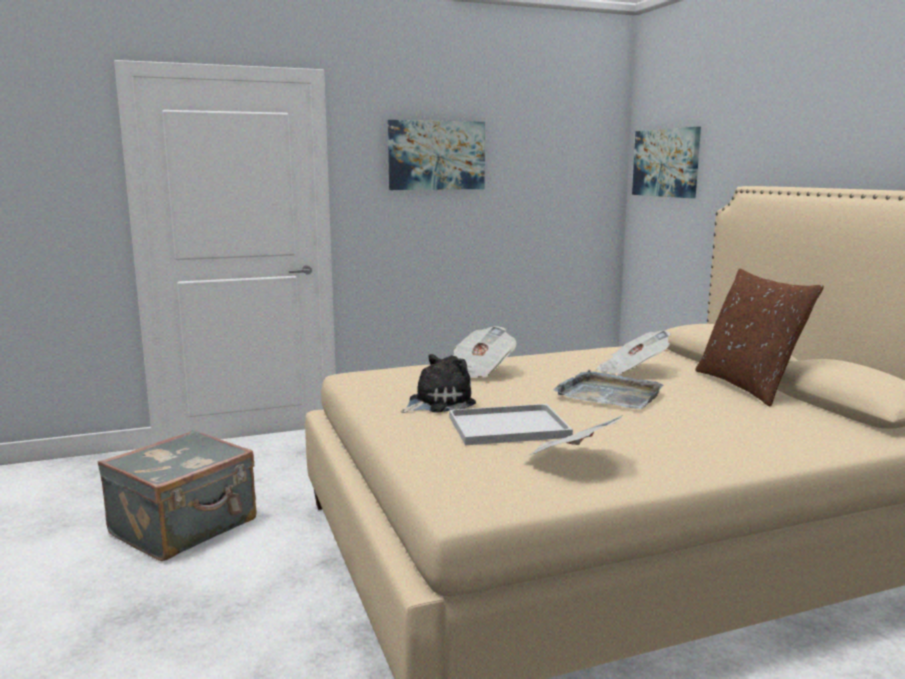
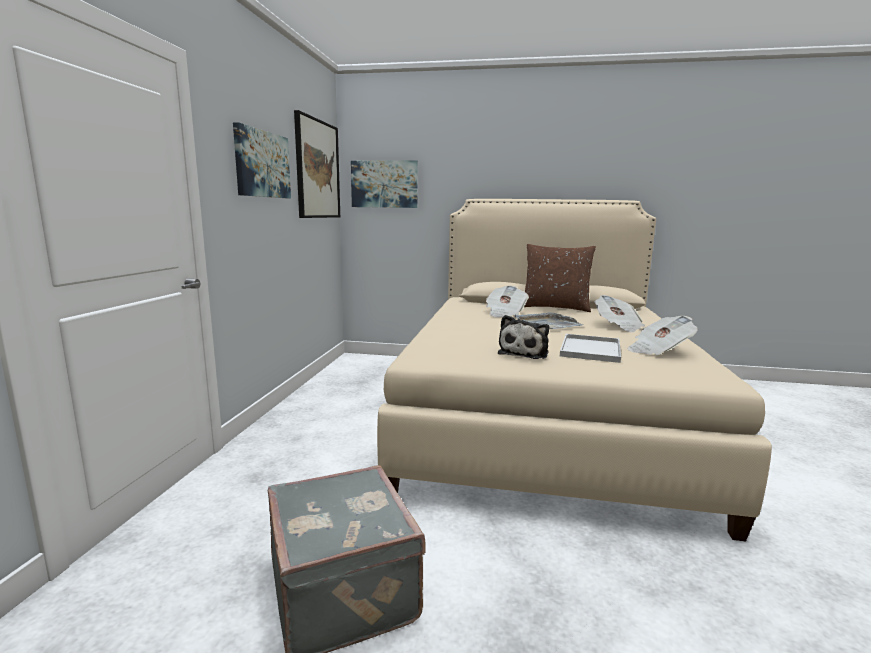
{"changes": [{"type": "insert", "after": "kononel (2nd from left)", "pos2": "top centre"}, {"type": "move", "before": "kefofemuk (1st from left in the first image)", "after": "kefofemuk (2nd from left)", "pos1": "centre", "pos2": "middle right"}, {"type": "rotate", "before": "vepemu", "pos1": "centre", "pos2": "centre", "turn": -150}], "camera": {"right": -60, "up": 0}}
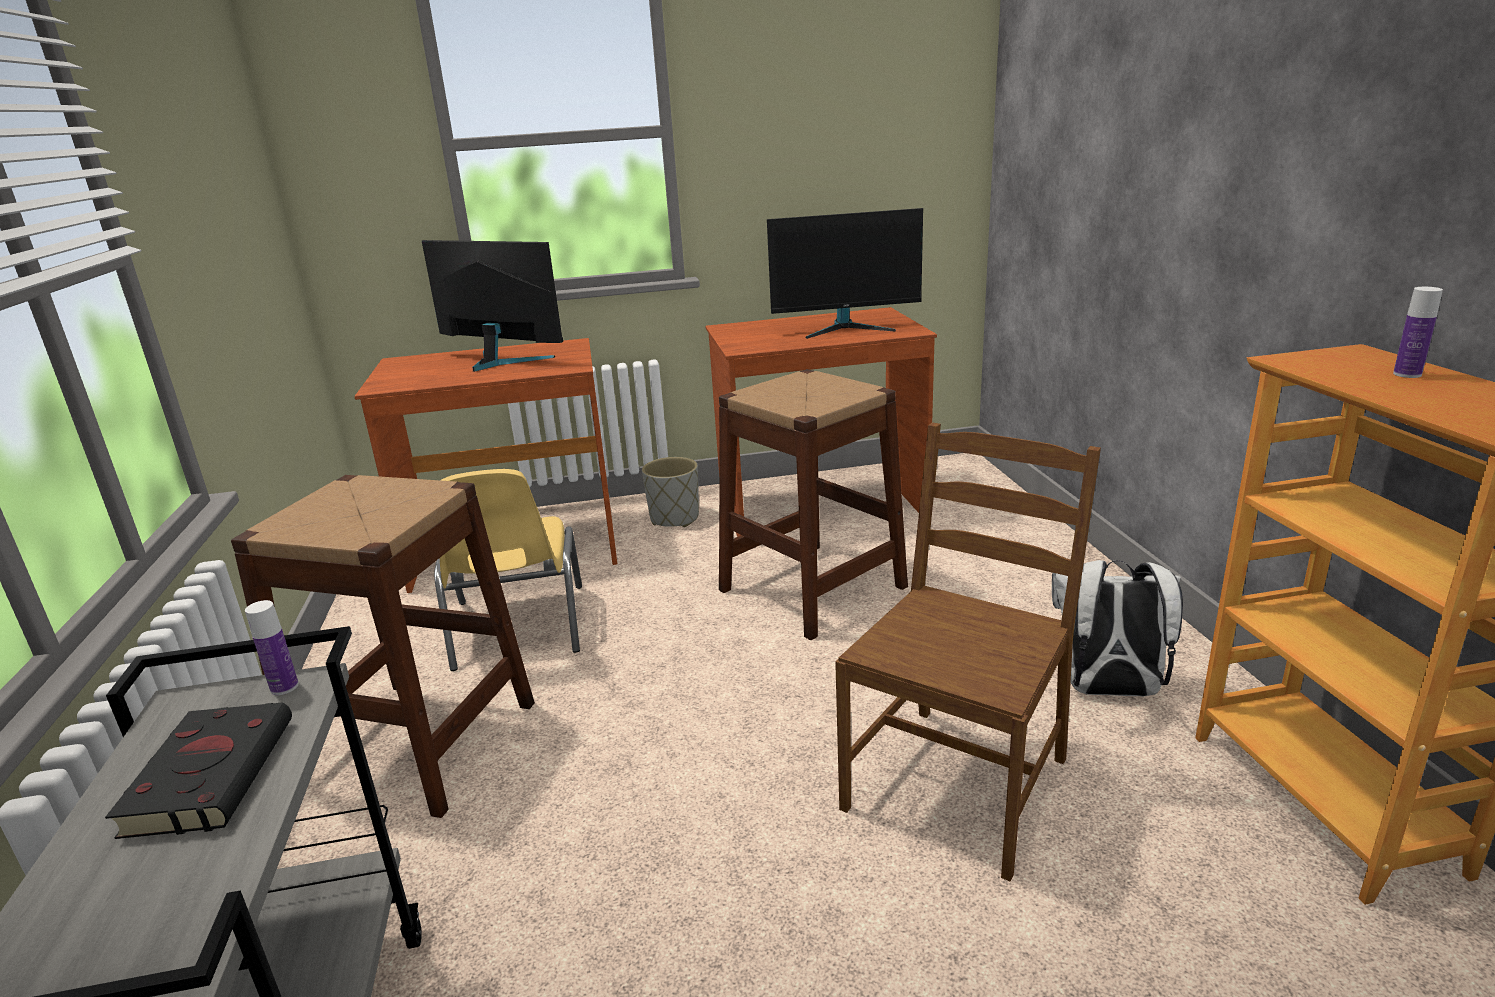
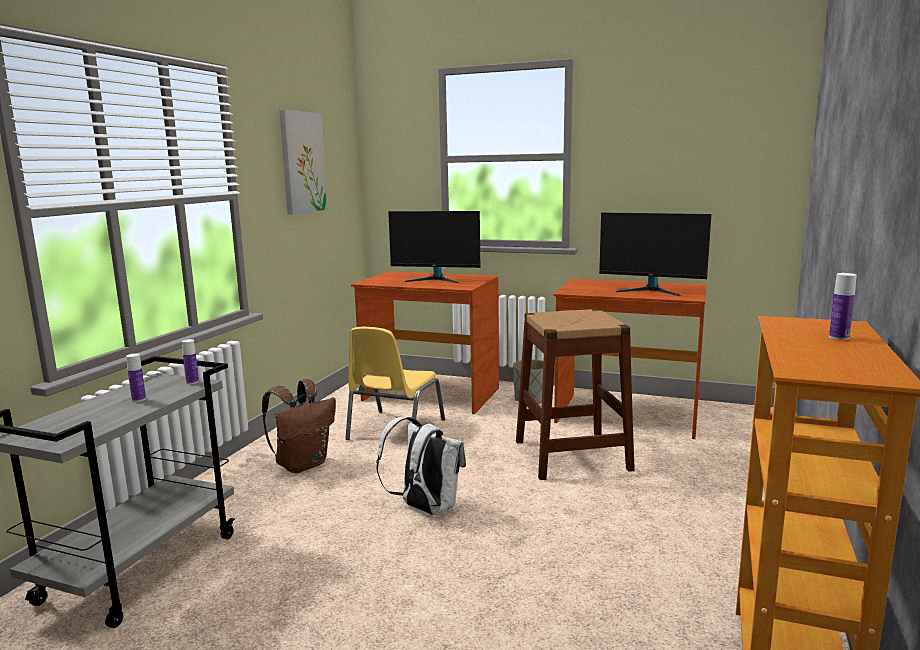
{"changes": [{"type": "delete", "before": "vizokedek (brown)", "pos1": "centre"}, {"type": "insert", "after": "kononel", "pos2": "top left"}, {"type": "move", "before": "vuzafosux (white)", "pos1": "middle right", "pos2": "bottom centre"}, {"type": "replace", "before": "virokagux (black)", "after": "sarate (1st from left)", "pos1": "bottom left", "pos2": "middle left"}, {"type": "replace", "before": "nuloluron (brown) (1st from left)", "after": "vuzafosux (brown)", "pos1": "middle left", "pos2": "middle left"}, {"type": "rotate", "before": "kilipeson (1st from left)", "pos1": "top left", "pos2": "centre", "turn": 135}], "camera": {"right": 30, "up": -10}}
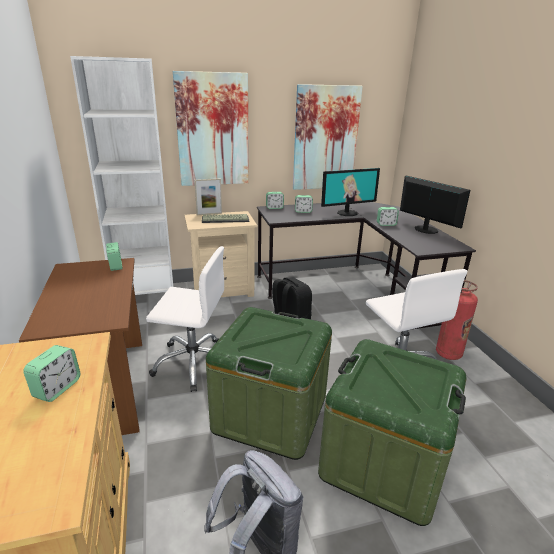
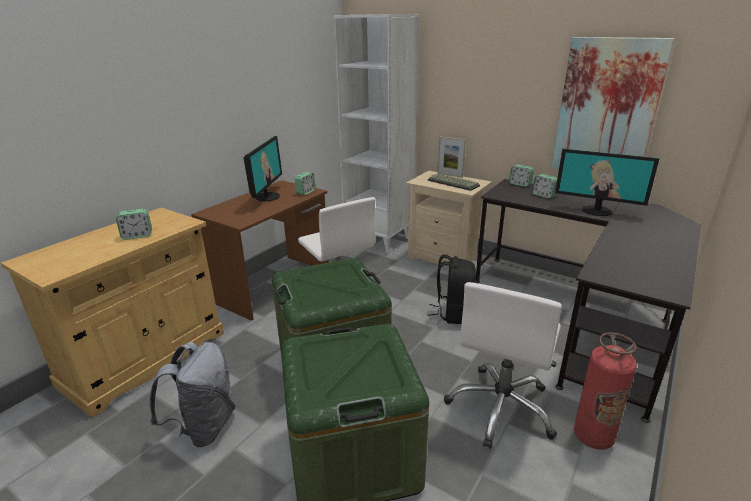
{"changes": [{"type": "delete", "before": "kononel (1st from left)", "pos1": "top centre"}, {"type": "delete", "before": "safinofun (5th from left)", "pos1": "middle right"}, {"type": "move", "before": "kilipeson (2nd from left in the first image)", "after": "kilipeson (1st from left)", "pos1": "middle right", "pos2": "centre"}], "camera": {"right": 50, "up": 0}}
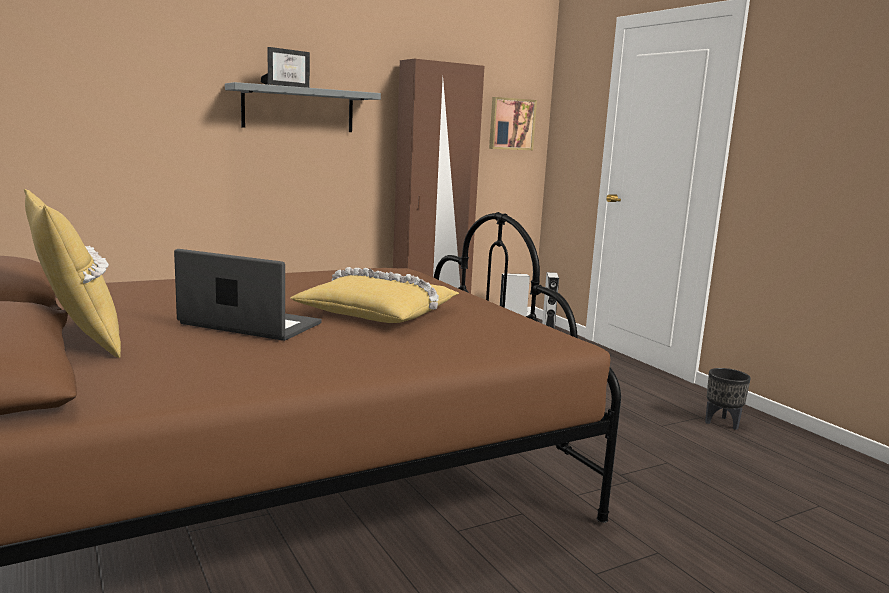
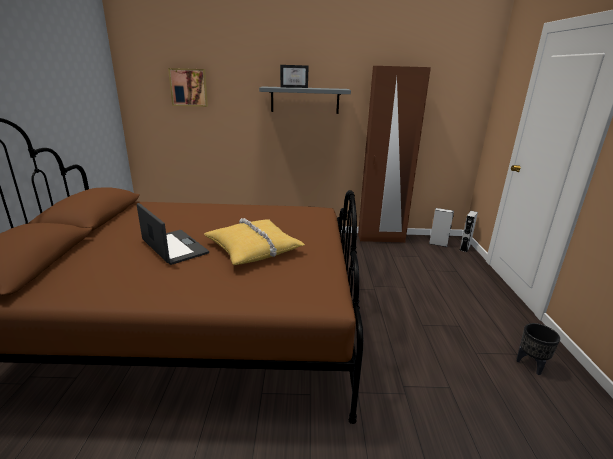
{"changes": [{"type": "delete", "before": "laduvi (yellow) (1st from left)", "pos1": "middle left"}, {"type": "move", "before": "kononel", "pos1": "top centre", "pos2": "top left"}], "camera": {"right": 30, "up": 10}}
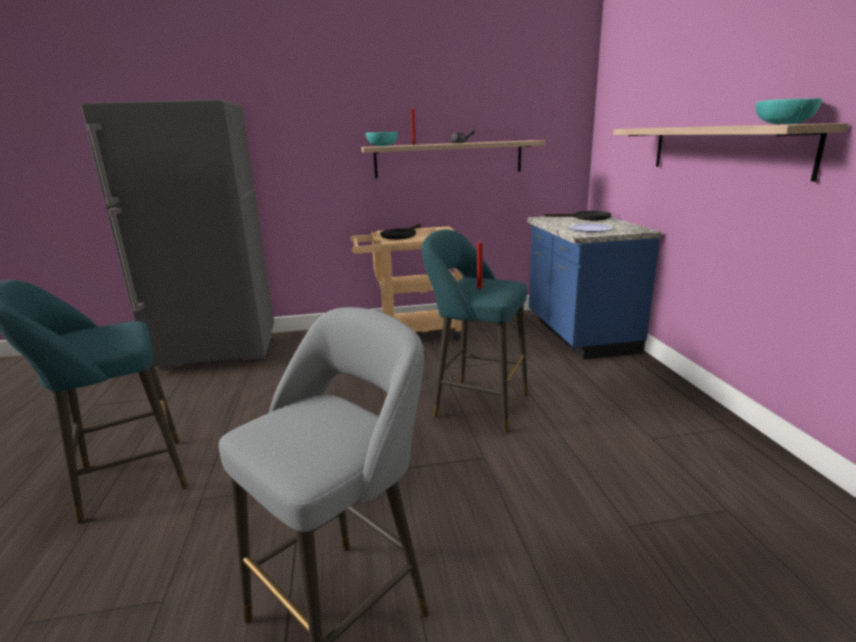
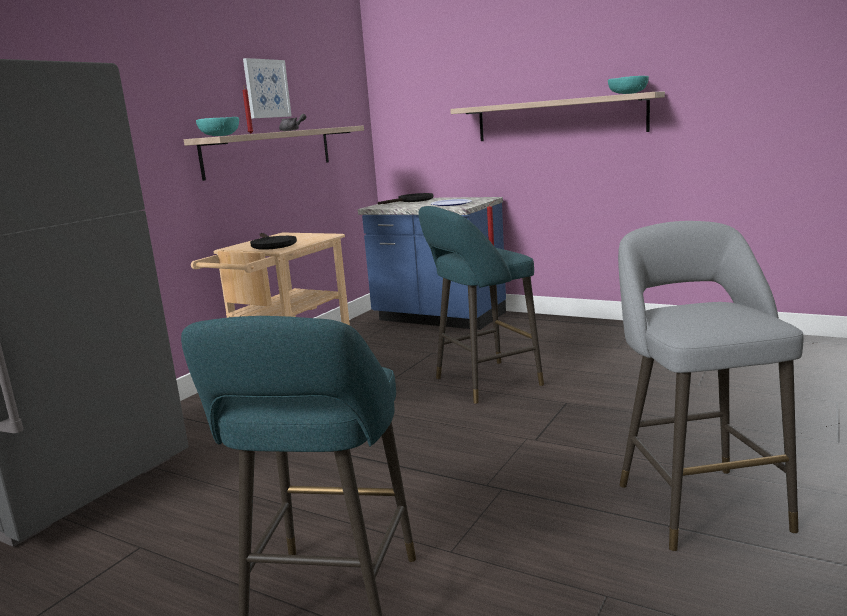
{"changes": [{"type": "insert", "after": "kononel", "pos2": "top left"}], "camera": {"right": -50, "up": -5}}
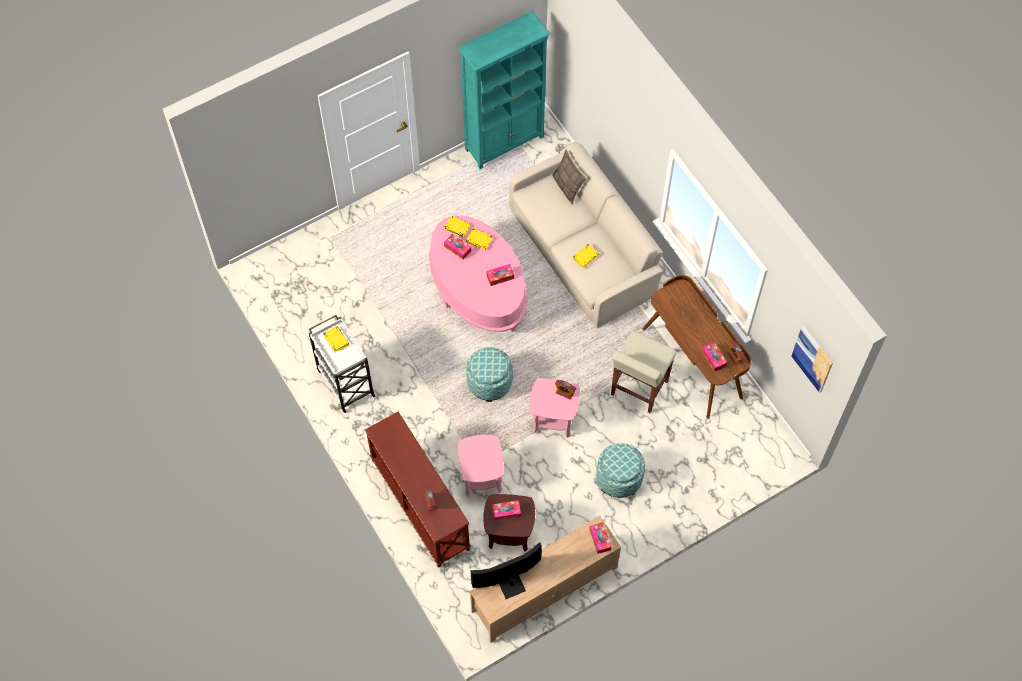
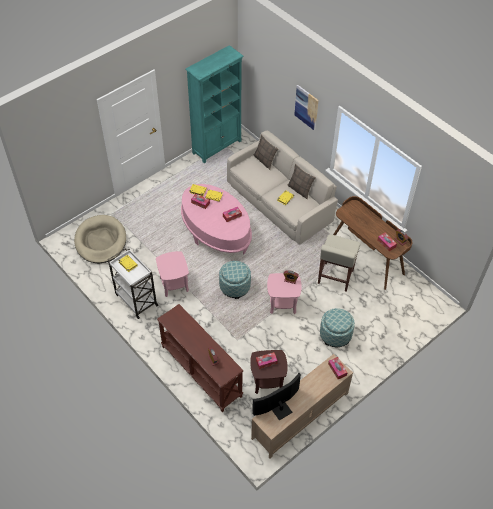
{"changes": [{"type": "insert", "after": "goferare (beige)", "pos2": "middle left"}, {"type": "insert", "after": "laduvi (2nd from left)", "pos2": "centre"}, {"type": "move", "before": "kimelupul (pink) (1st from left)", "pos1": "bottom centre", "pos2": "centre"}, {"type": "move", "before": "kononel", "pos1": "middle right", "pos2": "top centre"}], "camera": {"right": -10, "up": -10}}
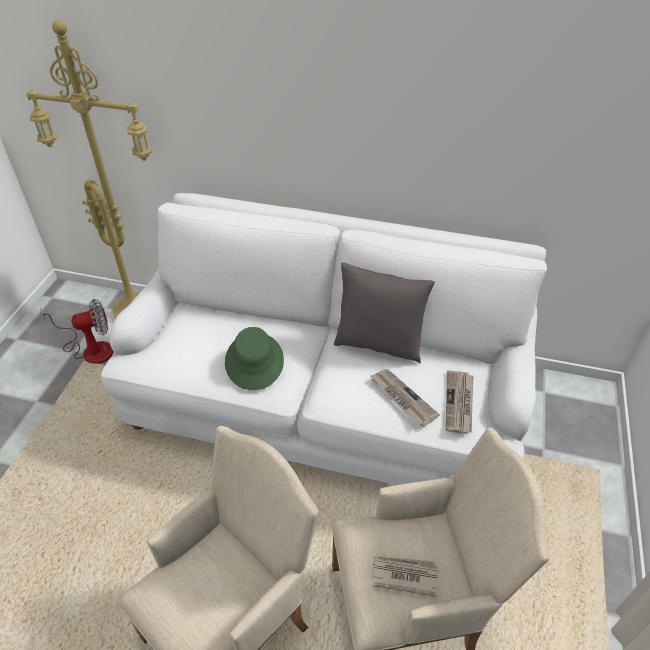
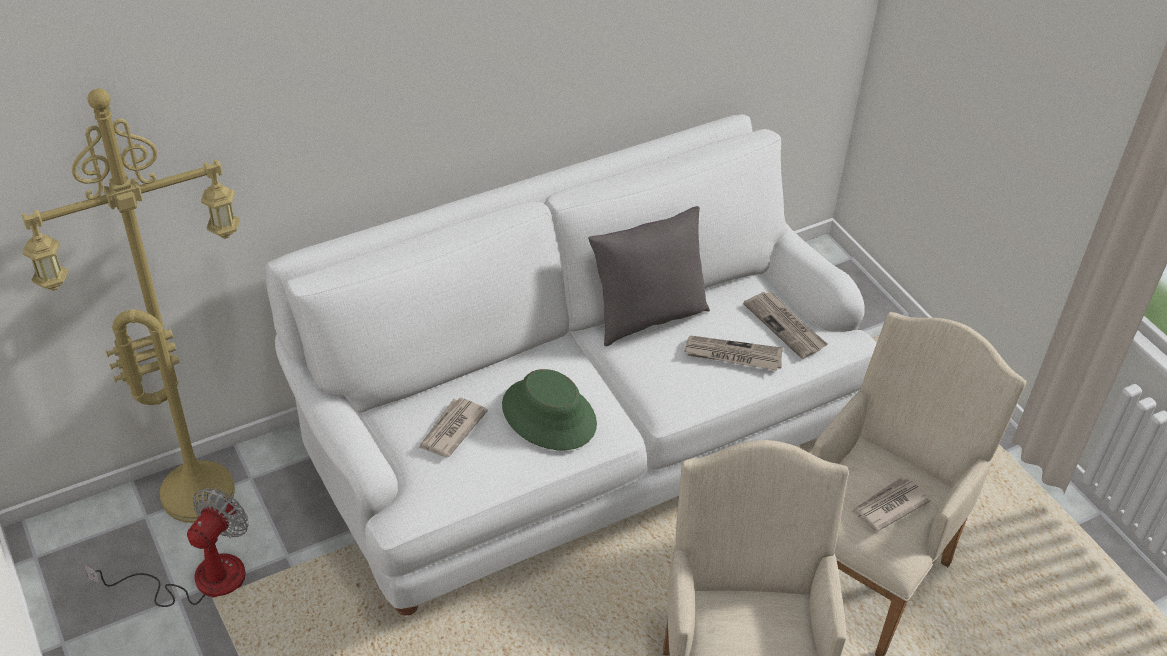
{"changes": [{"type": "insert", "after": "kefofemuk (1st from left)", "pos2": "centre"}], "camera": {"right": -45, "up": 0}}
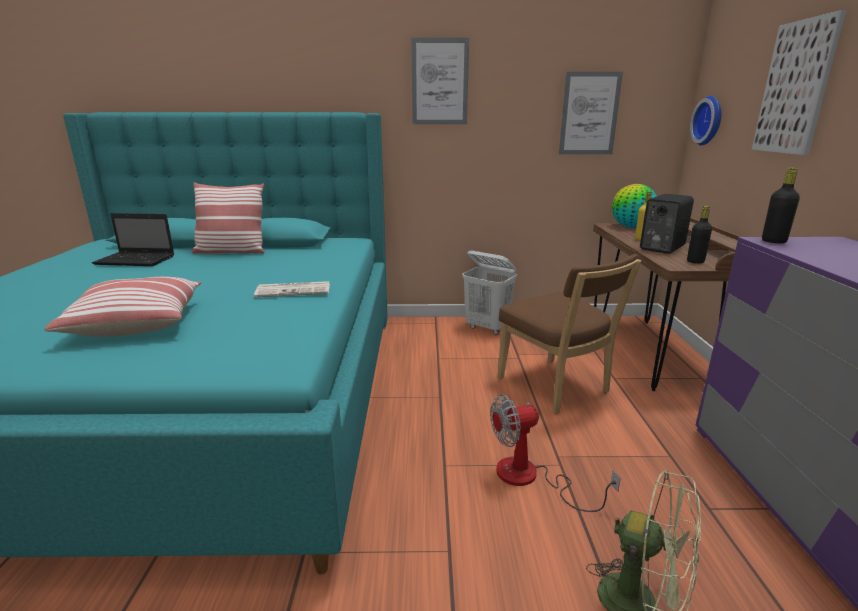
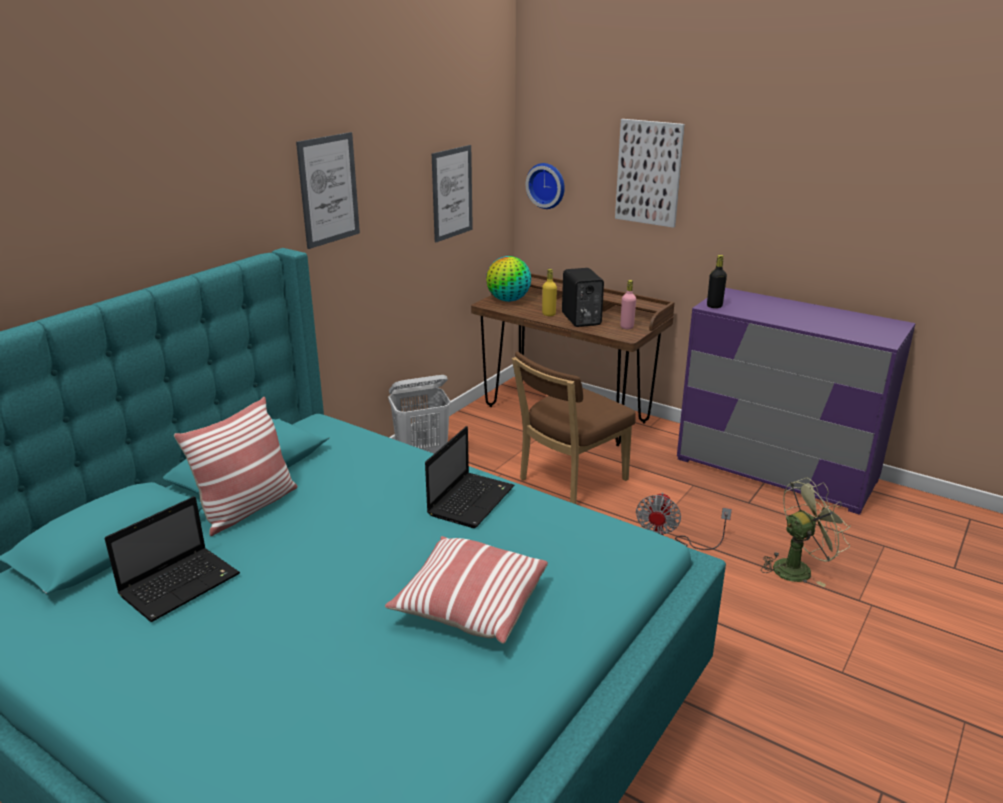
{"changes": [{"type": "replace", "before": "kefofemuk", "after": "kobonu (2nd from left)", "pos1": "centre", "pos2": "centre"}, {"type": "recolor", "before": "sarate (black) (1st from left)", "after": "sarate (pink)", "pos1": "middle right", "pos2": "centre"}, {"type": "rotate", "before": "vizokedek (brown)", "pos1": "centre", "pos2": "centre", "turn": 135}], "camera": {"right": -55, "up": 5}}
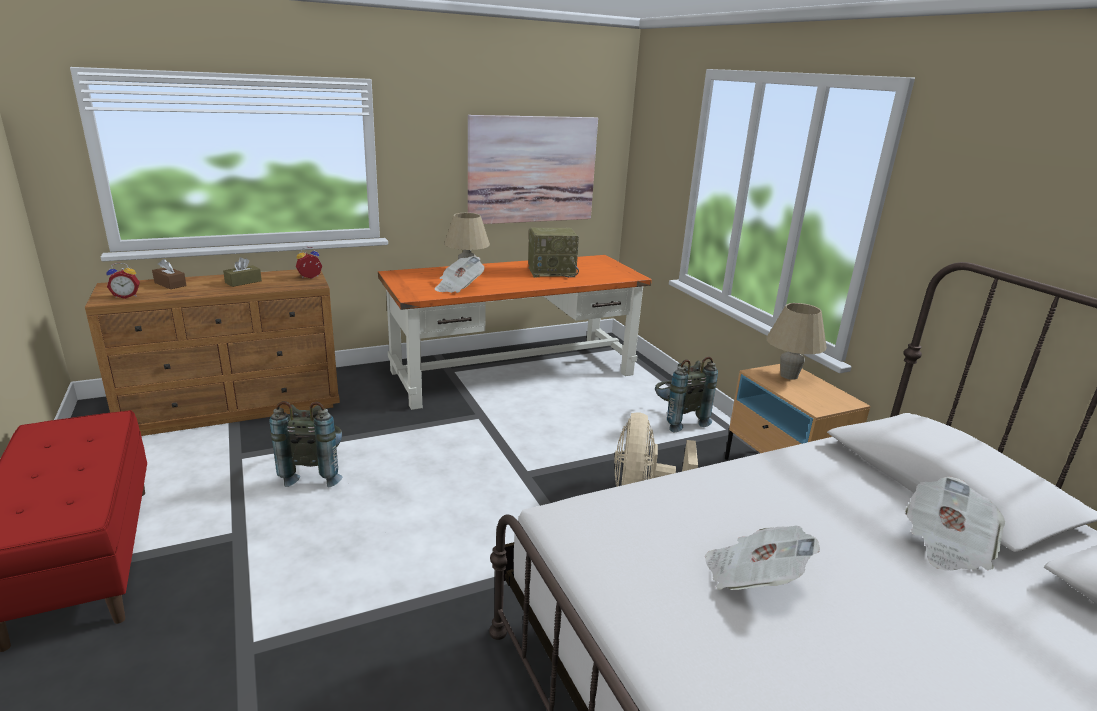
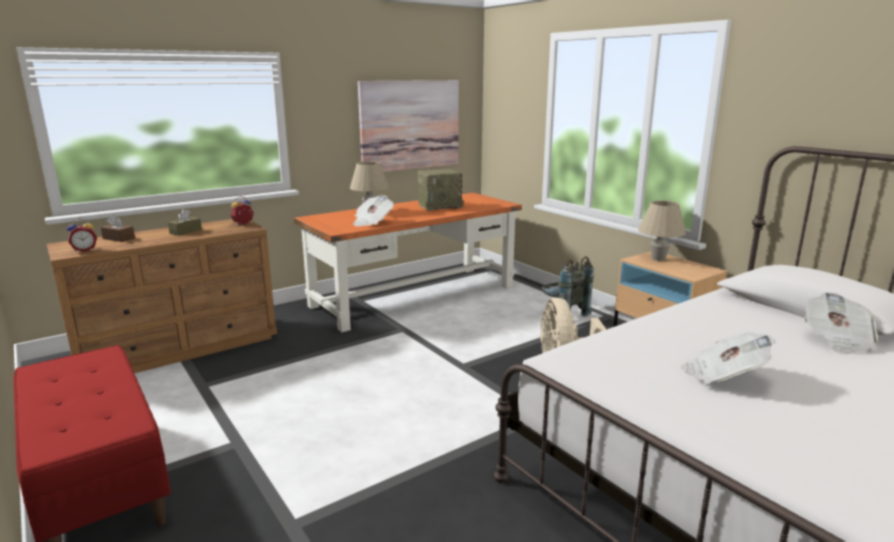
{"changes": [{"type": "delete", "before": "vuzafosux (grey) (1st from left)", "pos1": "middle left"}], "camera": {"right": -10, "up": -5}}
